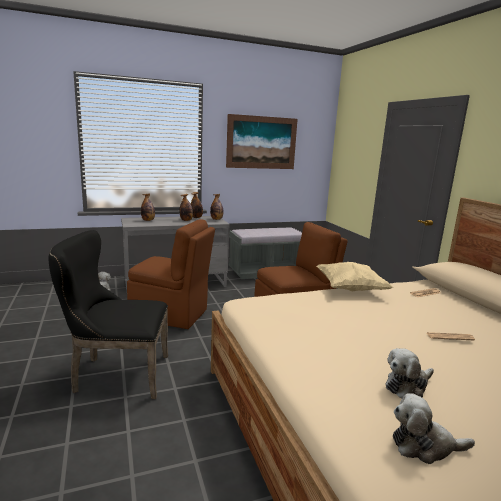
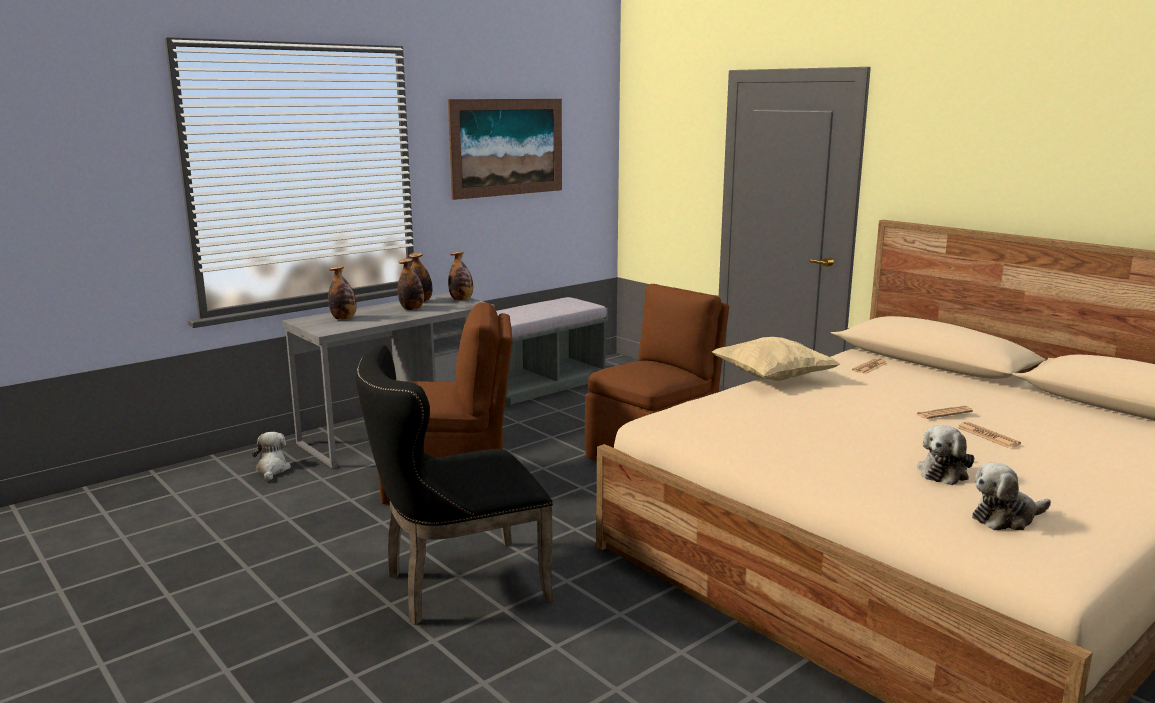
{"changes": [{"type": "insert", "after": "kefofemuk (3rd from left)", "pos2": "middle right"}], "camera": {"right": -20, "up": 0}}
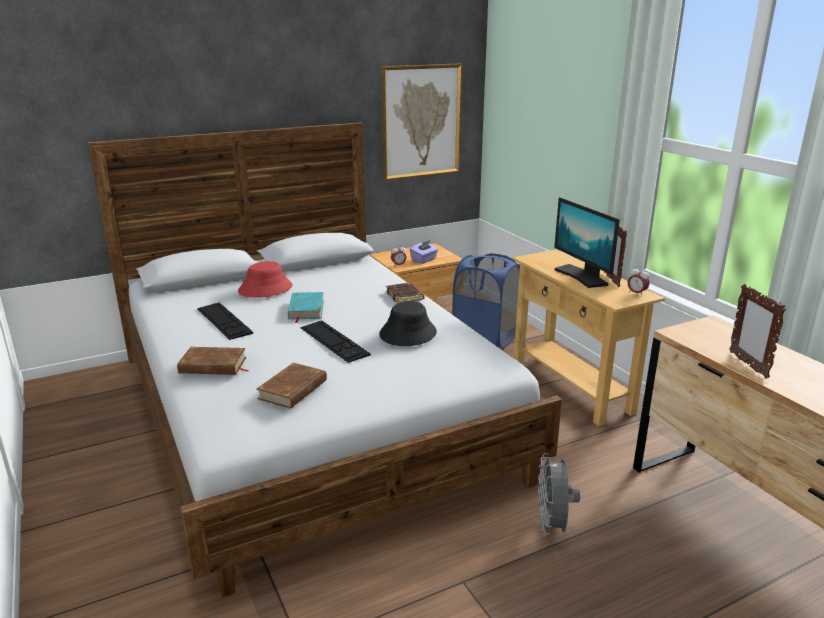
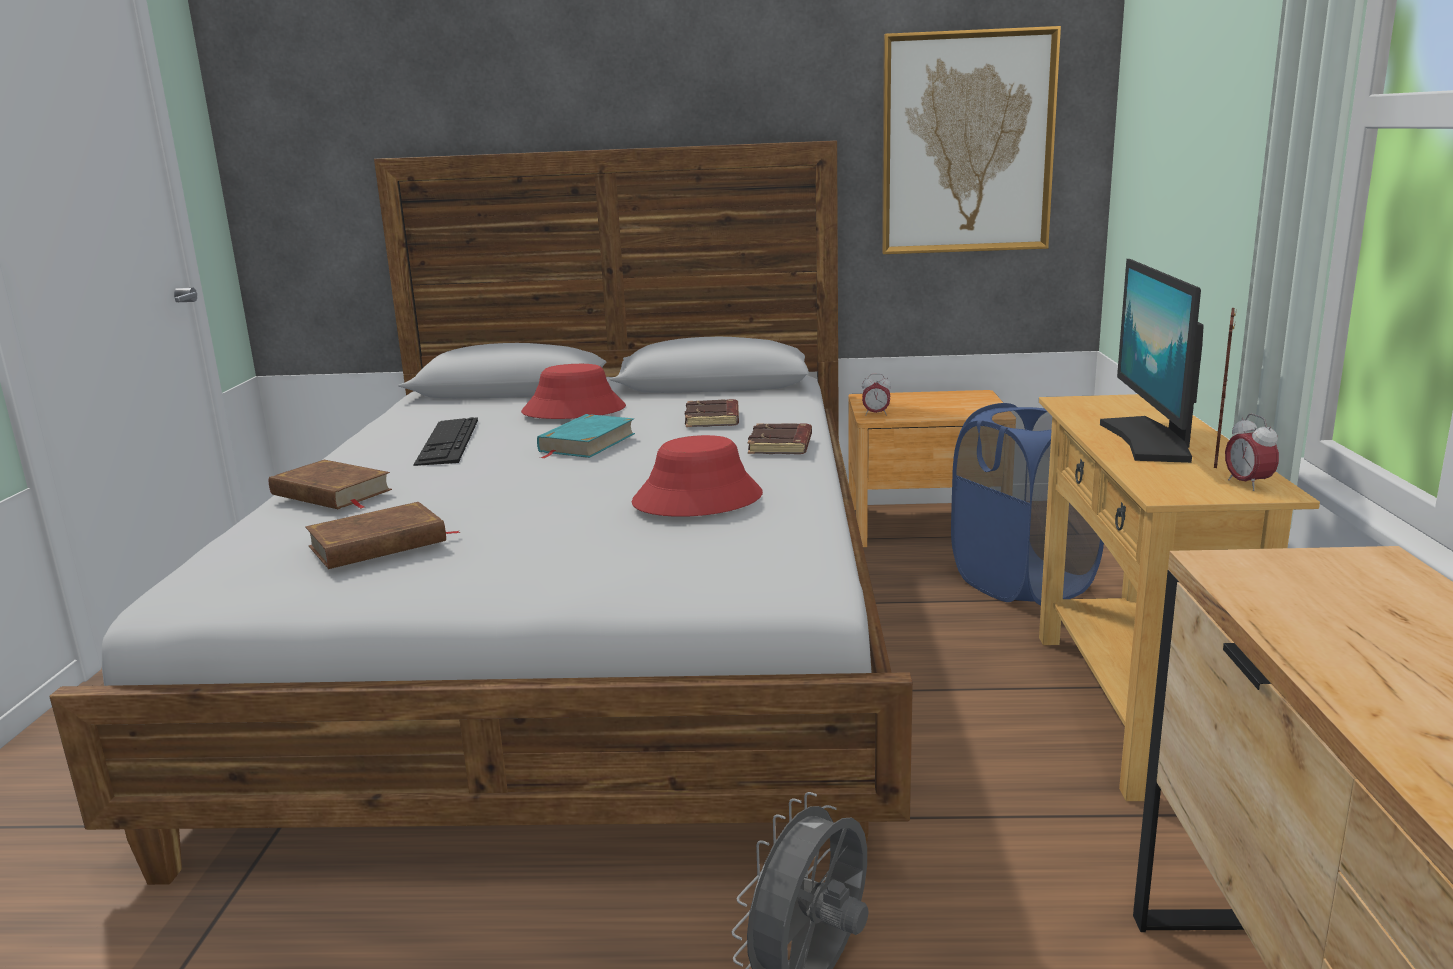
{"changes": [{"type": "delete", "before": "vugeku (2nd from left)", "pos1": "centre"}, {"type": "delete", "before": "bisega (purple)", "pos1": "centre"}, {"type": "delete", "before": "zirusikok (2nd from left)", "pos1": "middle right"}, {"type": "insert", "after": "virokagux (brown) (3rd from left)", "pos2": "centre"}, {"type": "recolor", "before": "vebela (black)", "after": "vebela (red) (2nd from left)", "pos1": "centre", "pos2": "centre"}], "camera": {"right": 30, "up": -5}}
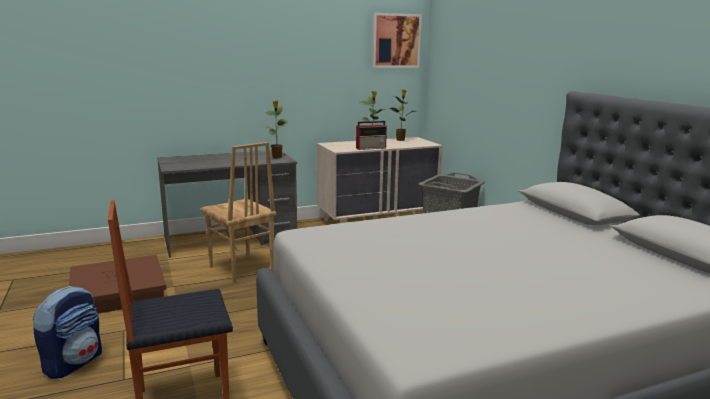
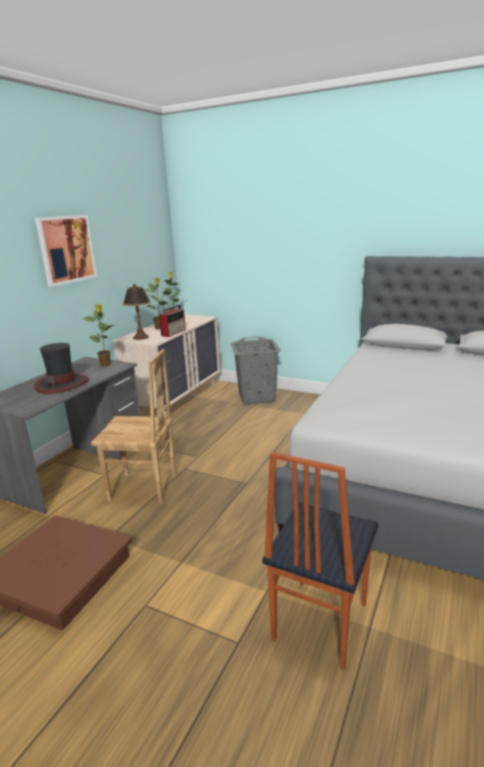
{"changes": [{"type": "delete", "before": "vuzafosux", "pos1": "bottom left"}, {"type": "insert", "after": "vebela", "pos2": "middle left"}, {"type": "insert", "after": "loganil", "pos2": "middle left"}, {"type": "move", "before": "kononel", "pos1": "top centre", "pos2": "top left"}], "camera": {"right": -40, "up": 5}}
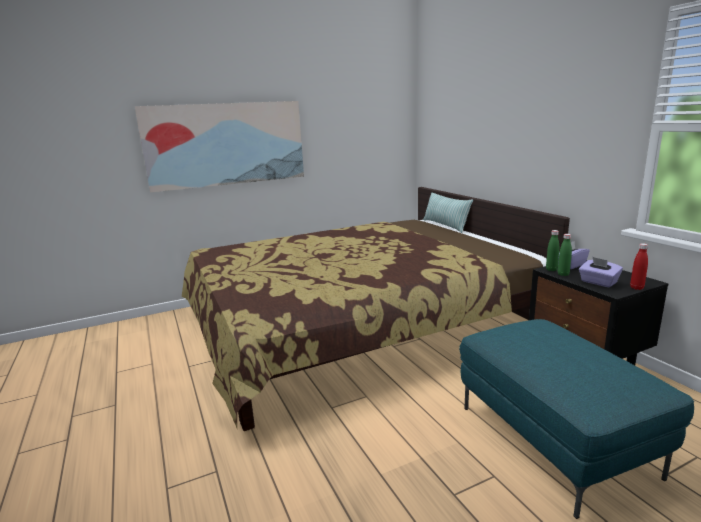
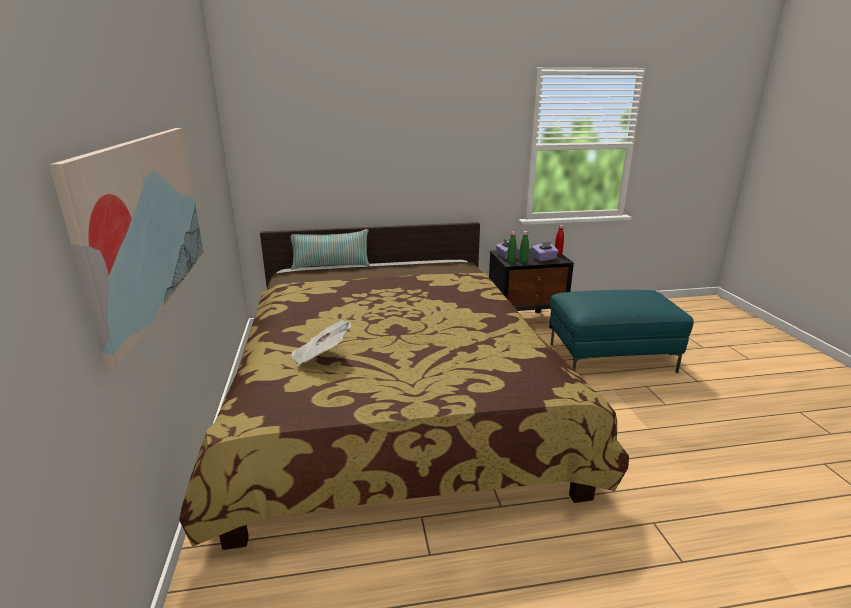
{"changes": [{"type": "insert", "after": "kefofemuk", "pos2": "centre"}], "camera": {"right": -75, "up": 5}}
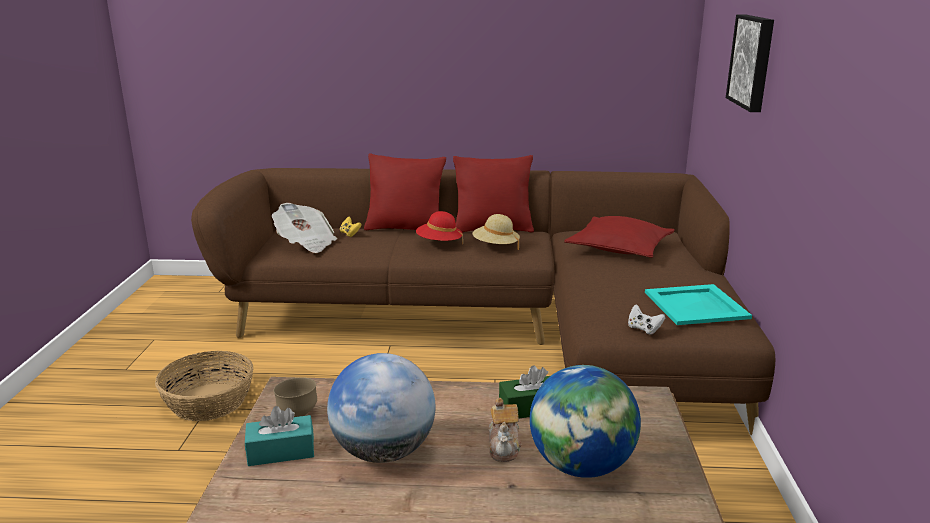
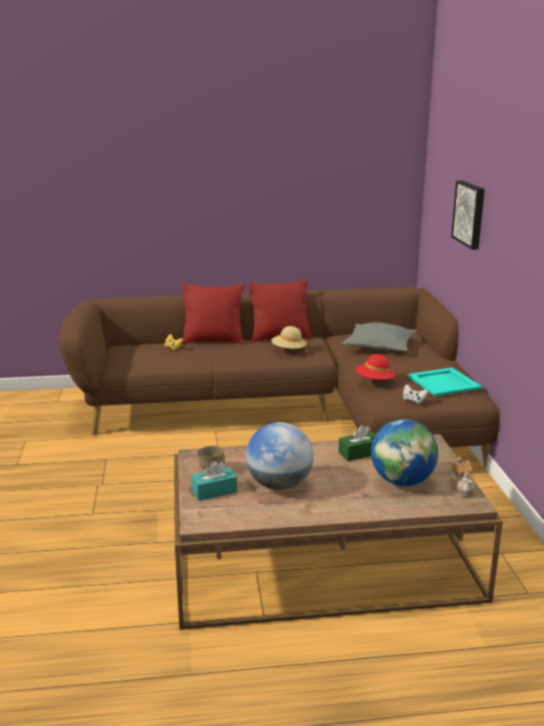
{"changes": [{"type": "delete", "before": "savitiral", "pos1": "bottom left"}, {"type": "delete", "before": "kefofemuk", "pos1": "middle left"}, {"type": "move", "before": "vebela (red)", "pos1": "centre", "pos2": "middle right"}, {"type": "move", "before": "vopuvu", "pos1": "bottom centre", "pos2": "middle right"}, {"type": "recolor", "before": "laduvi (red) (3rd from left)", "after": "laduvi (grey)", "pos1": "centre", "pos2": "middle right"}], "camera": {"right": -10, "up": 0}}
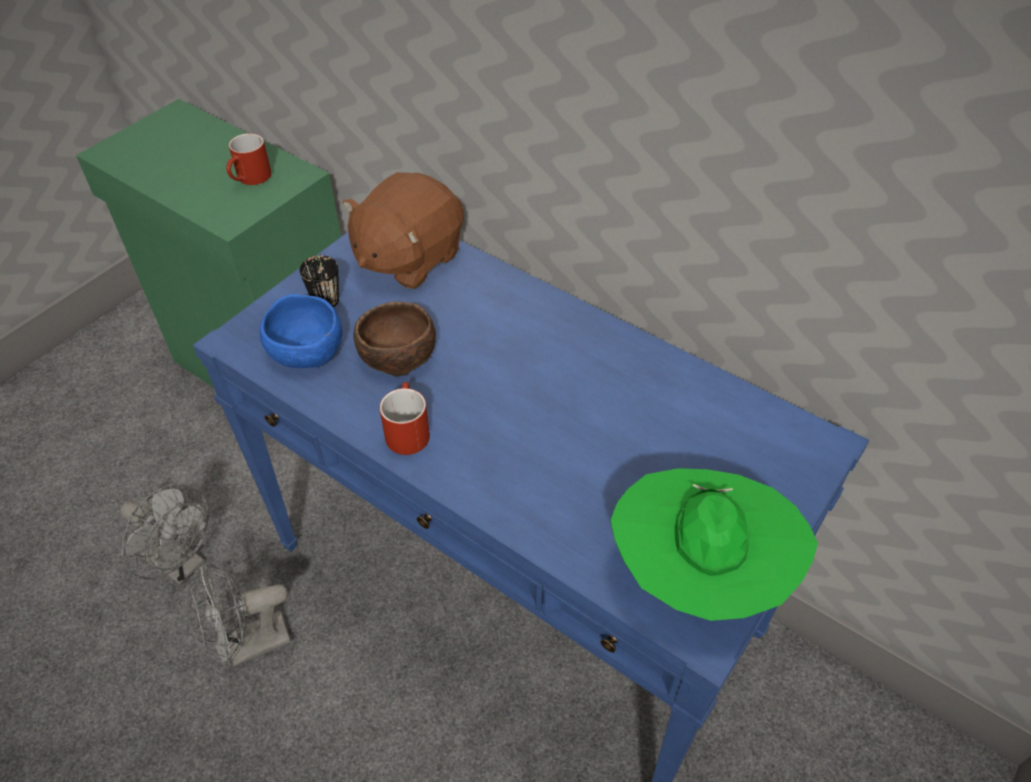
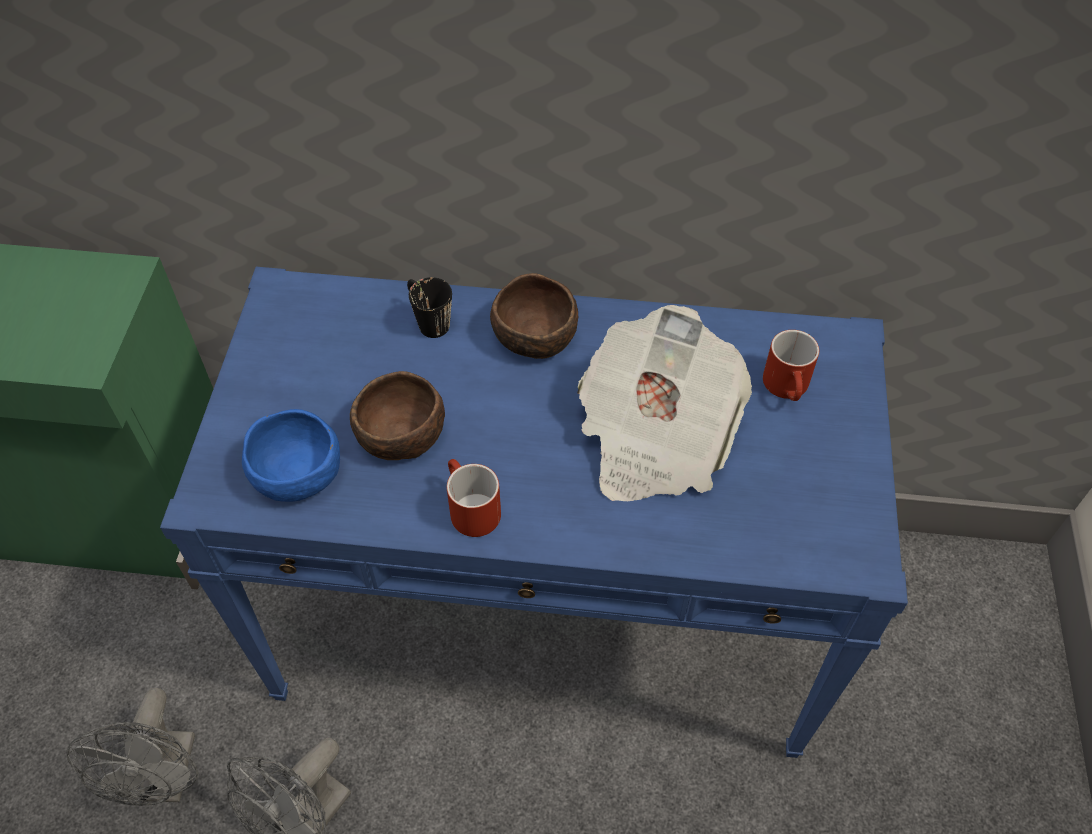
{"changes": [{"type": "delete", "before": "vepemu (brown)", "pos1": "top centre"}, {"type": "delete", "before": "vebela (green)", "pos1": "bottom right"}, {"type": "insert", "after": "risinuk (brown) (2nd from left)", "pos2": "centre"}, {"type": "insert", "after": "kefofemuk", "pos2": "centre"}, {"type": "move", "before": "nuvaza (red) (1st from left in the first image)", "after": "nuvaza (red) (2nd from left)", "pos1": "top left", "pos2": "middle right"}, {"type": "move", "before": "nuvaza (black)", "pos1": "middle left", "pos2": "centre"}, {"type": "rotate", "before": "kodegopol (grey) (1st from left)", "pos1": "bottom left", "pos2": "bottom left", "turn": 90}], "camera": {"right": -30, "up": 5}}
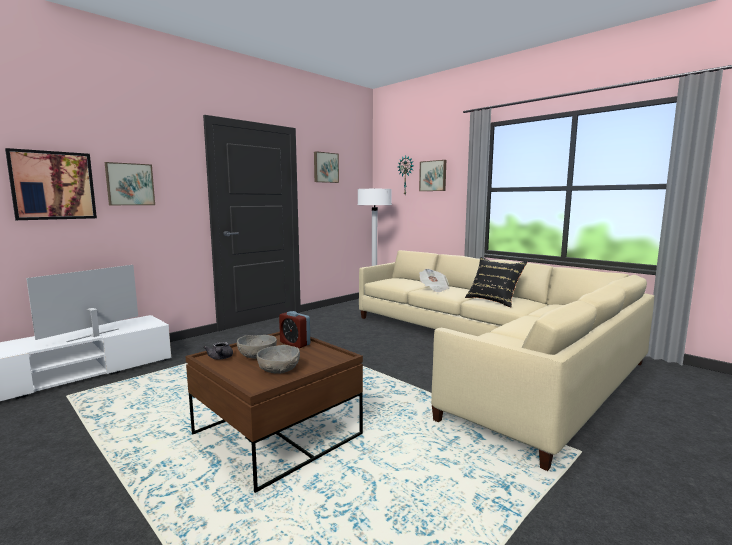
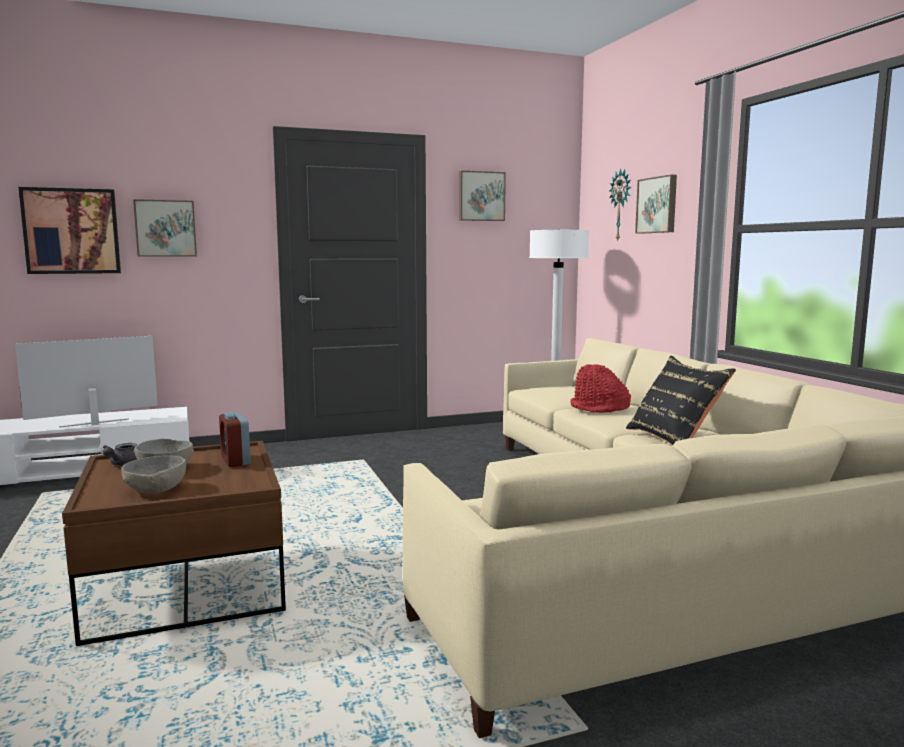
{"changes": [{"type": "replace", "before": "kefofemuk", "after": "vebela (red)", "pos1": "centre", "pos2": "centre"}], "camera": {"right": 25, "up": 0}}
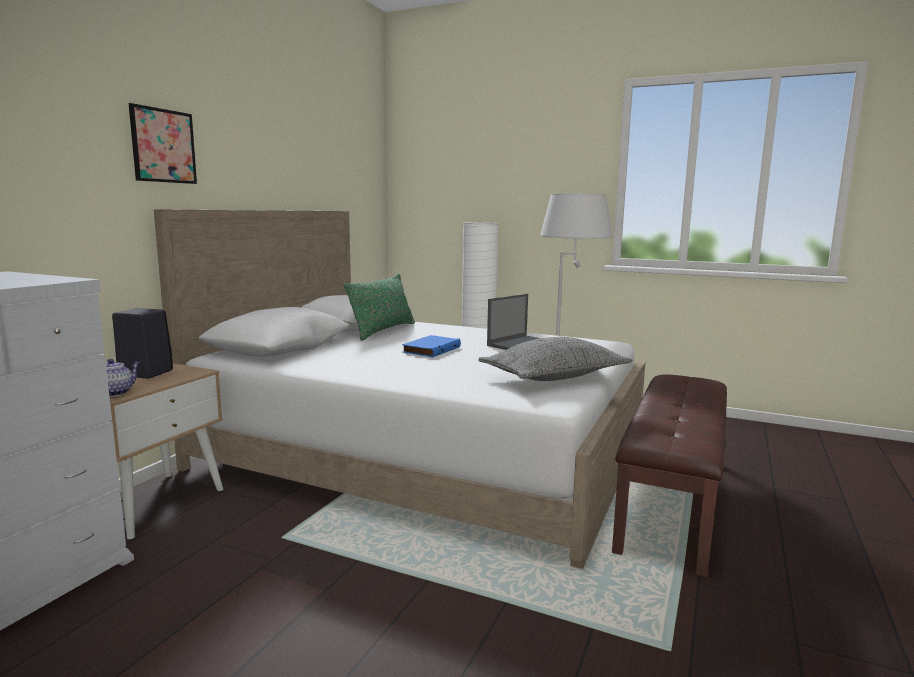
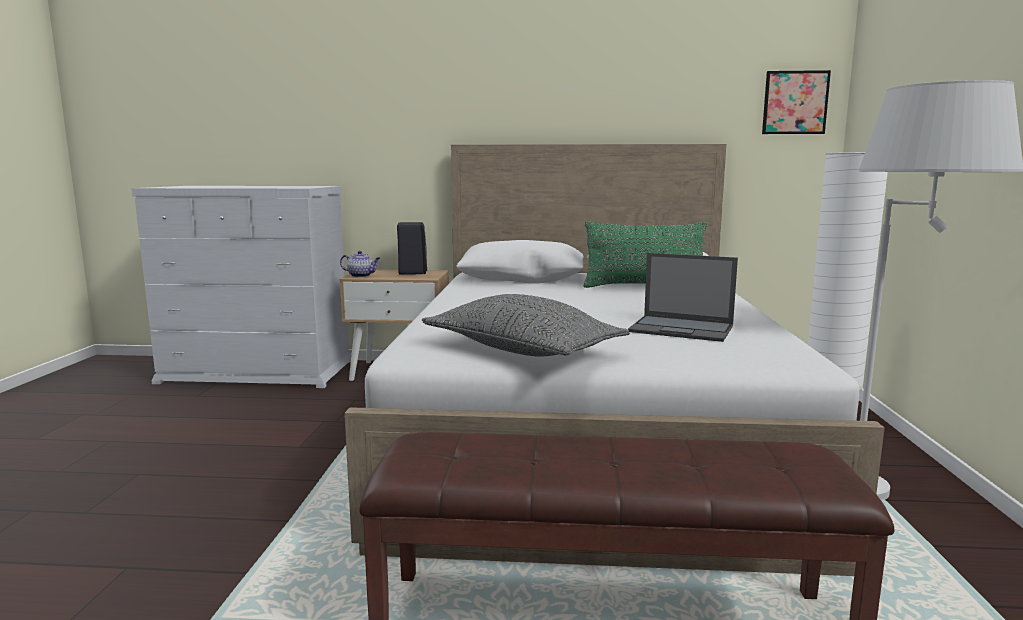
{"changes": [{"type": "delete", "before": "virokagux (blue)", "pos1": "centre"}, {"type": "move", "before": "kononel", "pos1": "top left", "pos2": "top right"}], "camera": {"right": 70, "up": 0}}
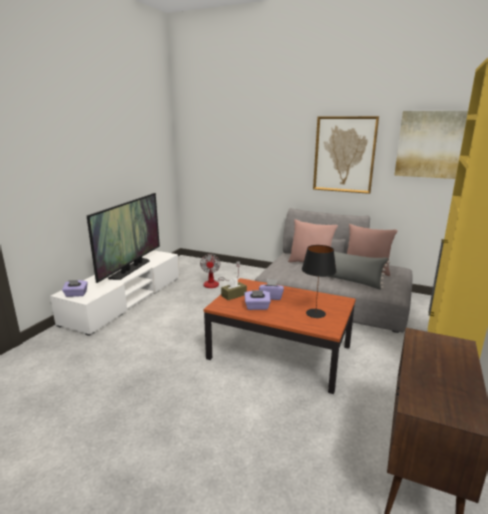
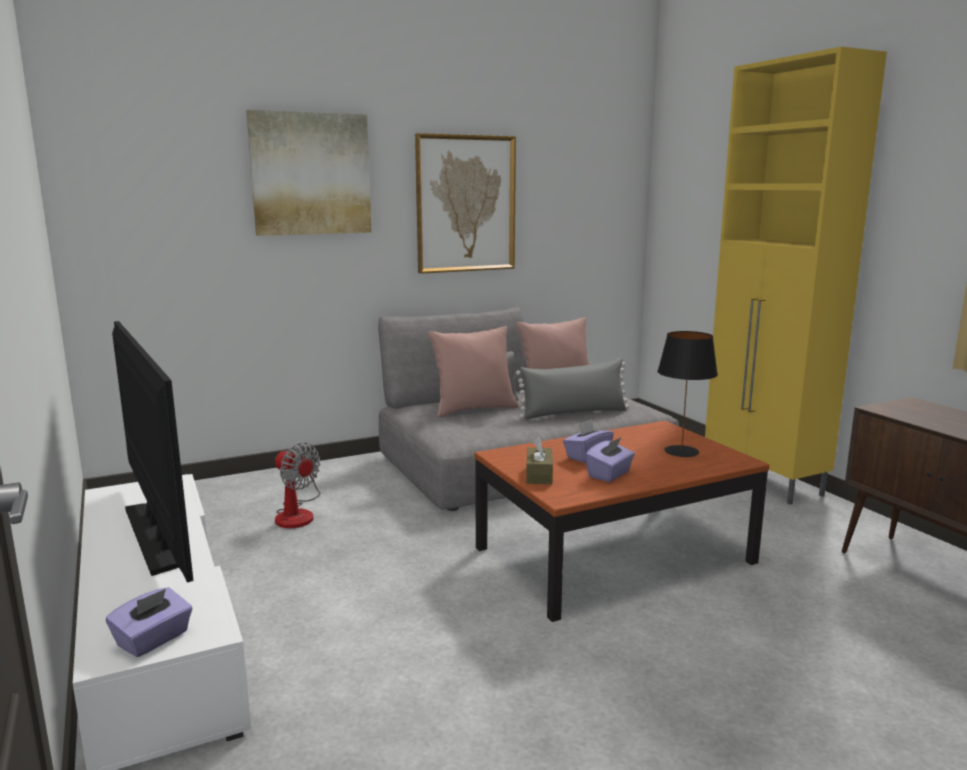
{"changes": [{"type": "move", "before": "kononel (2nd from left in the first image)", "after": "kononel (1st from left)", "pos1": "top right", "pos2": "top left"}], "camera": {"right": -50, "up": -5}}
